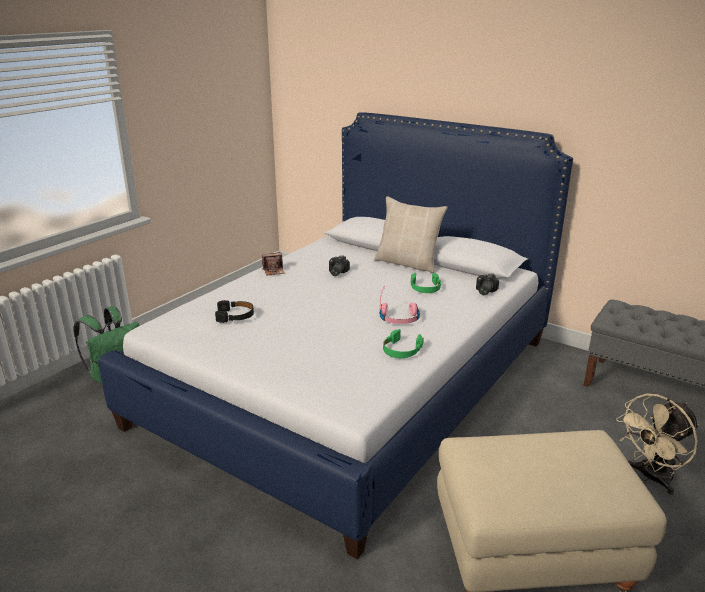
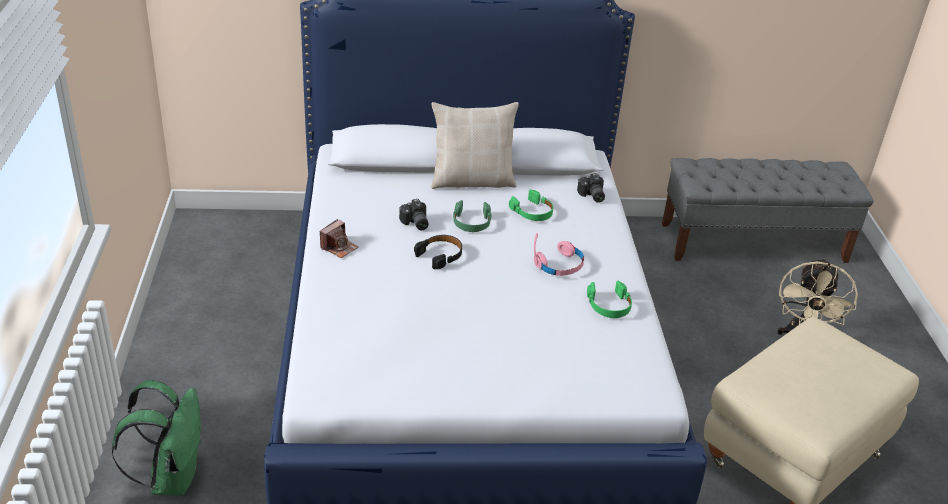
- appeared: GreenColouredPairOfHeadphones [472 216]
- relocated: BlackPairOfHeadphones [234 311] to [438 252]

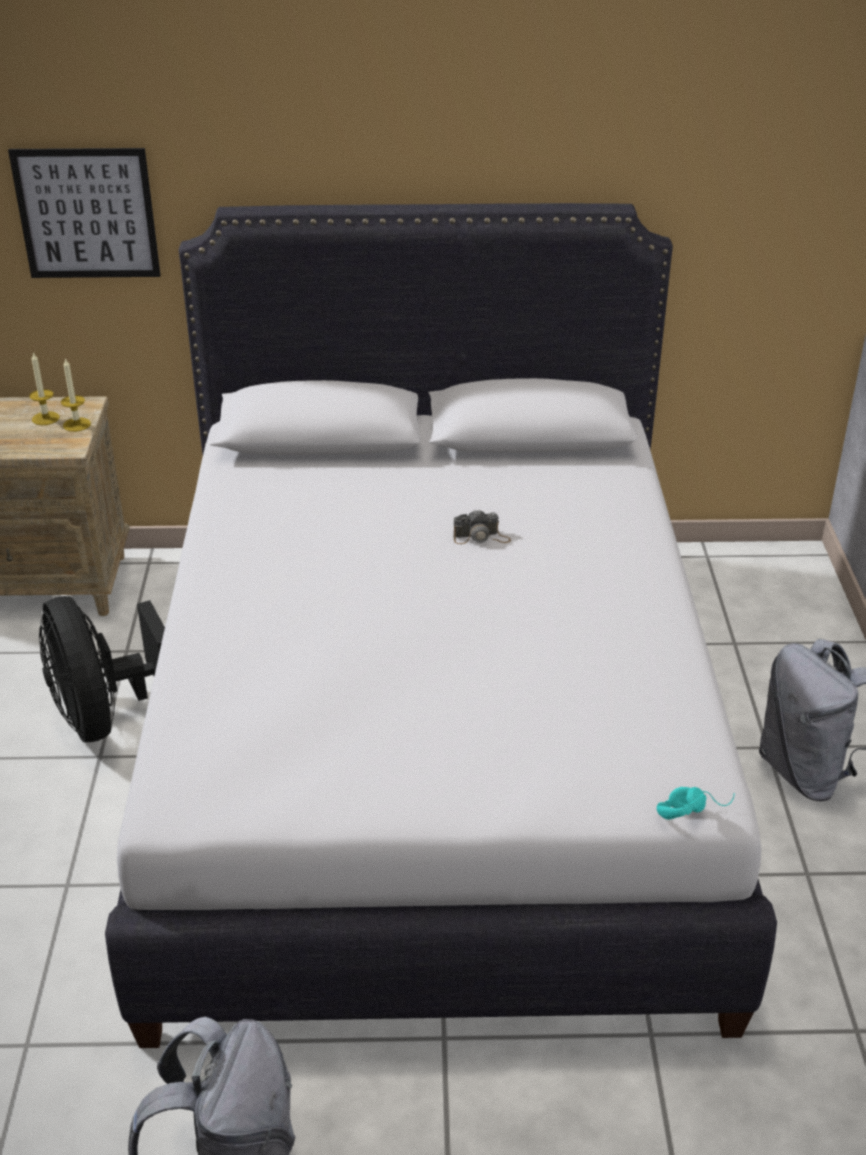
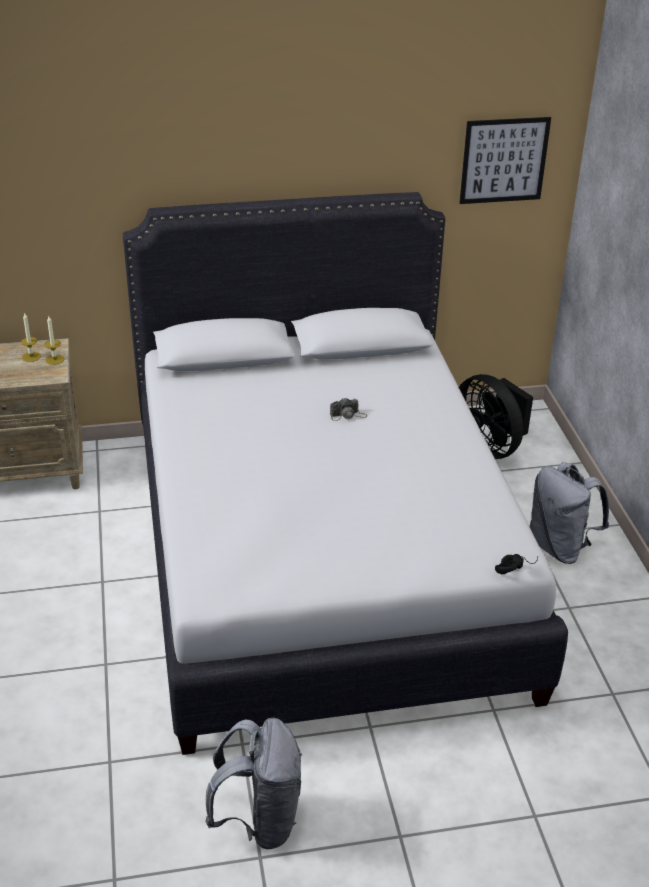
- relocated: WallPicture [84 213] to [505 160]
- relocated: BlackCoolingFan [102 669] to [496 416]
- colour: BlueGreenPairOfHeadphones [696 803] to BlackPairOfHeadphones [516 564]

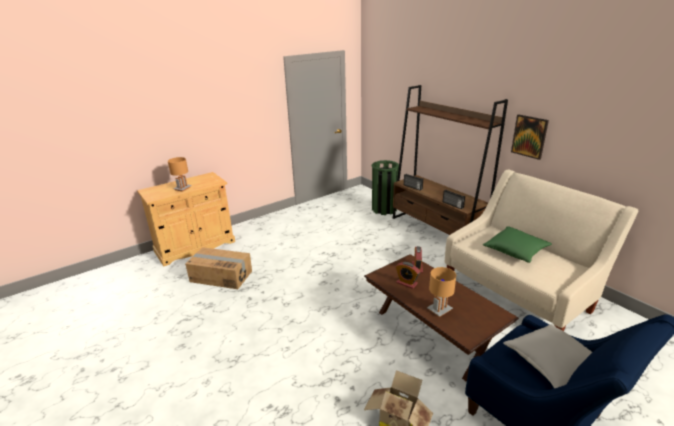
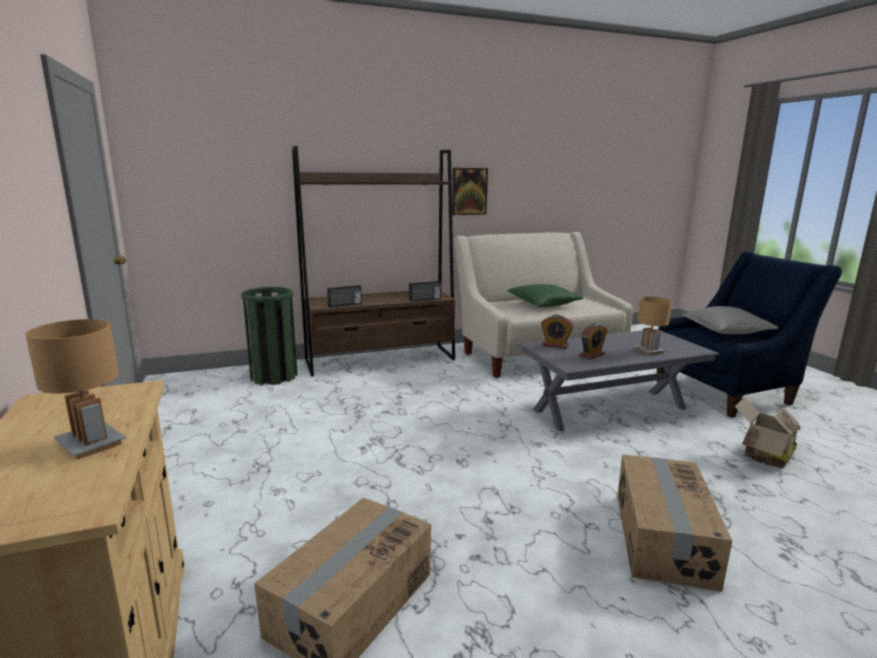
- appeared: Carton [674 523]
- colour: BrownColouredLoungeTable [441 317] to GreyLoungeTable [618 380]

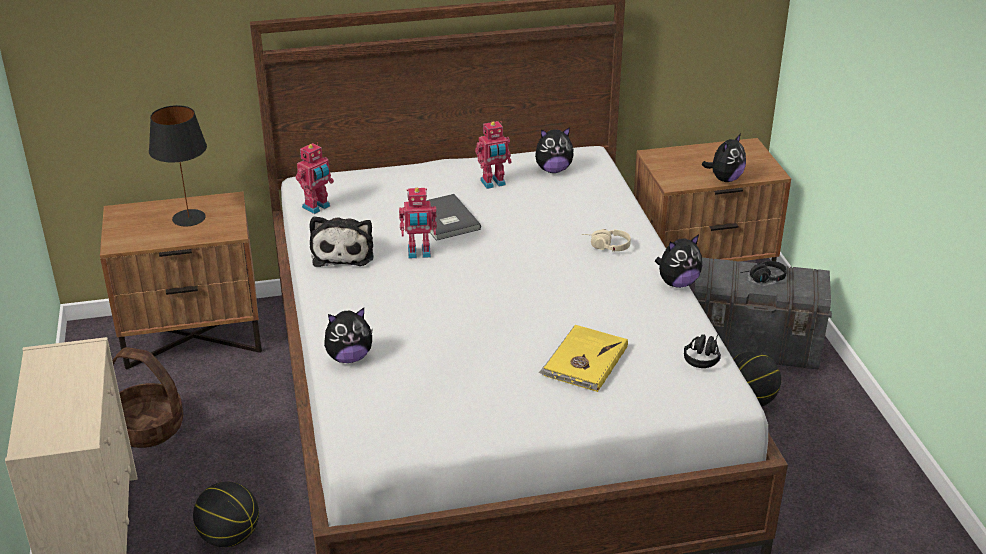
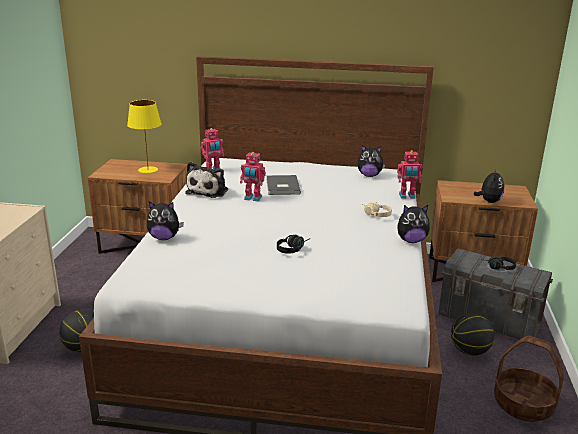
- missing: YellowBoundBook [583 358]
- relocated: StorageBasket [147 397] to [529 379]
- relocated: ToyRobot [493 155] to [409 175]
- relocated: BlackPairOfHeadphones [702 351] to [293 244]
- colour: BlackTabletopLamp [178 165] to YellowTabletopLamp [144 136]
- spun: SoftToy [724 158] = [489 185] 45 degrees counterclockwise

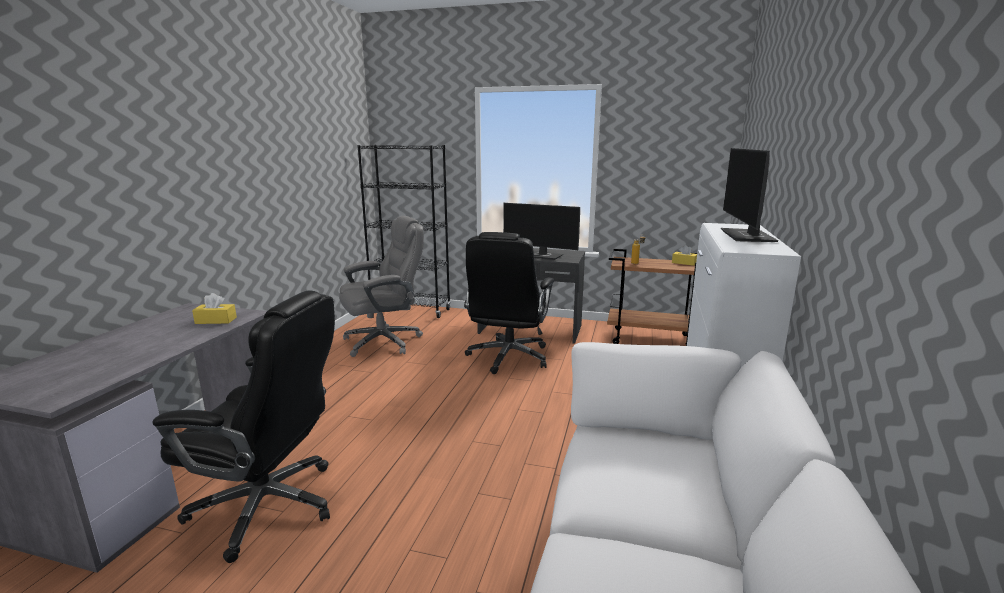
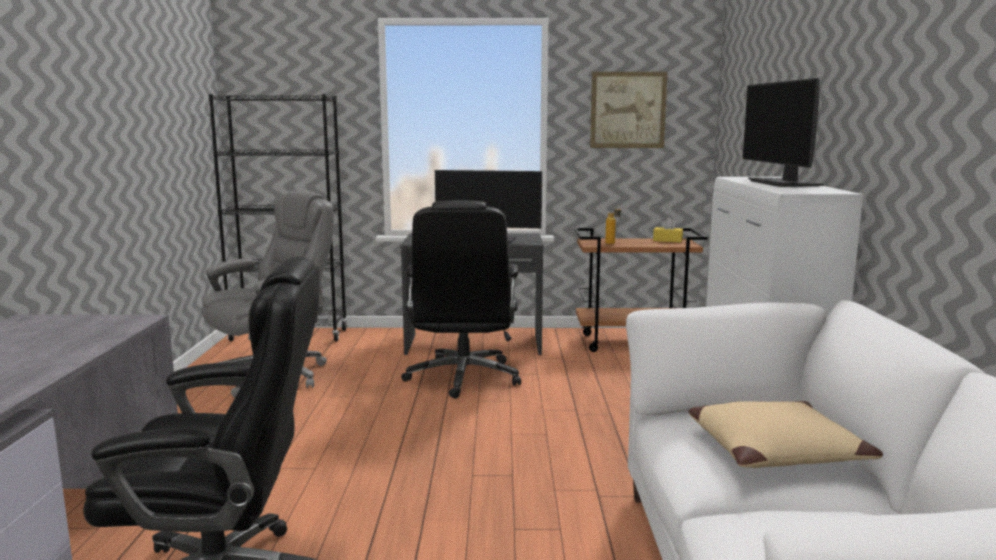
- missing: YellowTissueHolder [214 308]
- appeared: WallPicture [629 110]
- appeared: BeigeThrowPillow [785 434]

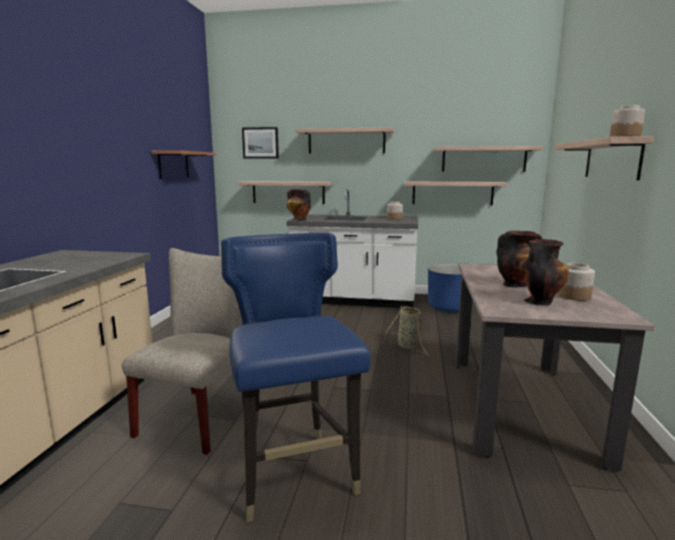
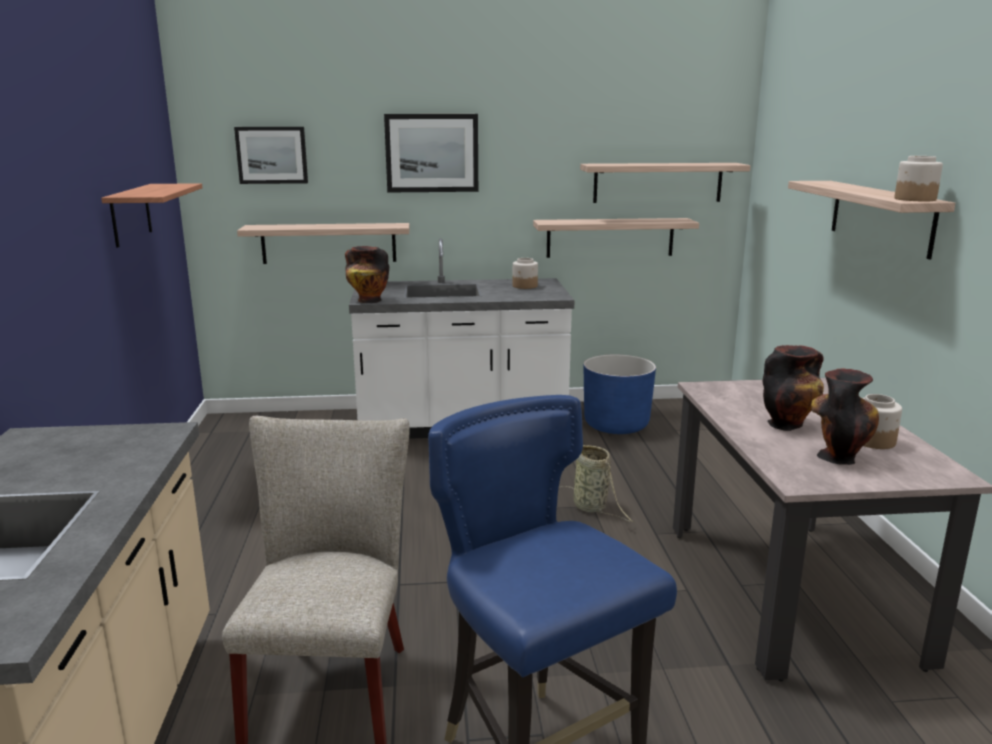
- exchanged: Shelf [344 140] to WallPicture [431 153]

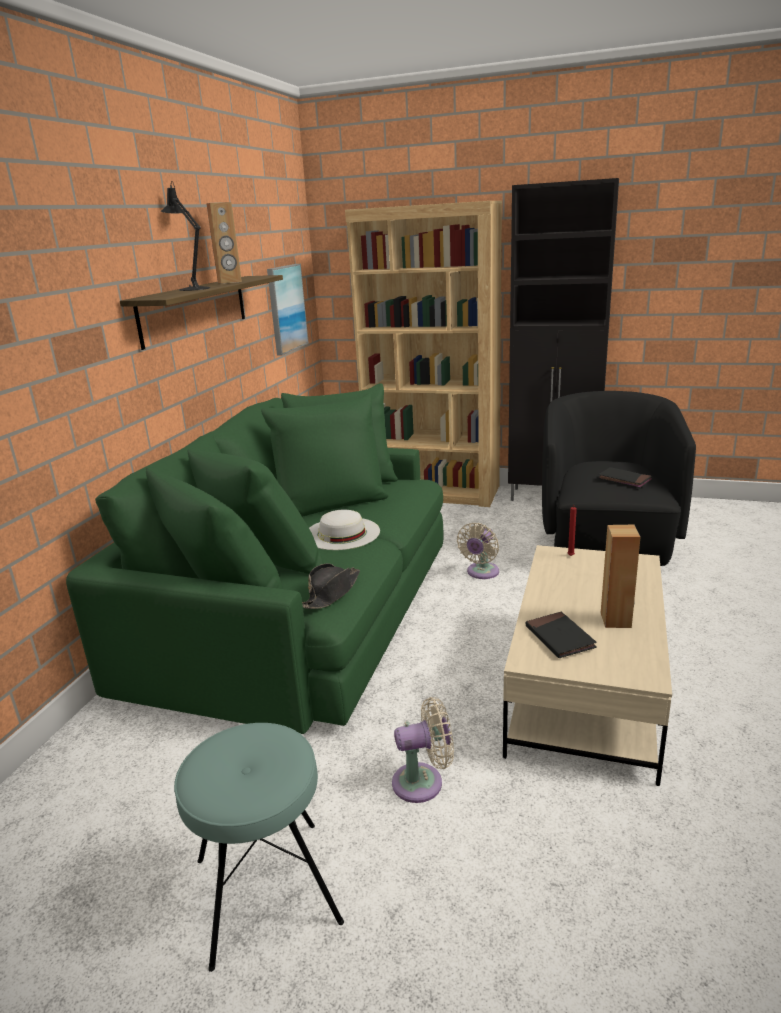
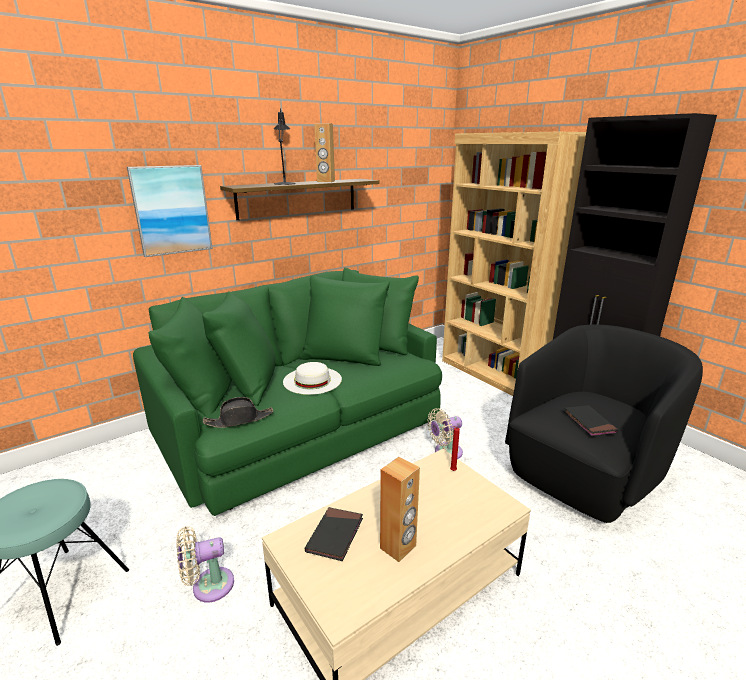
- relocated: WallPicture [288 310] to [170 211]
- spun: BeigeCoolingFan [423 750] = [205 564] 135 degrees clockwise

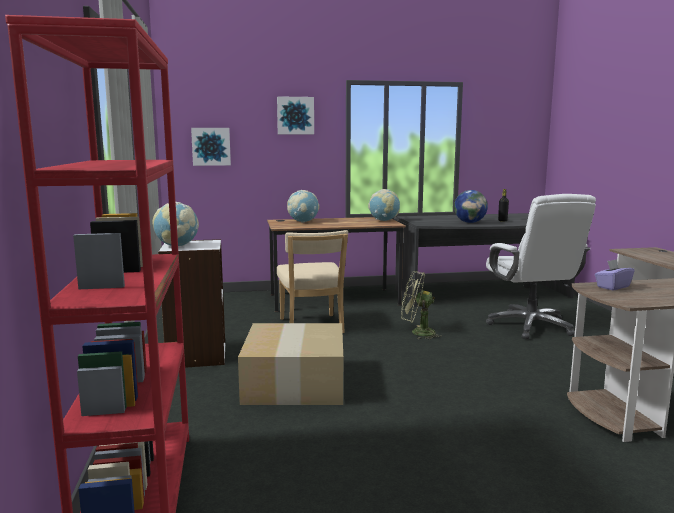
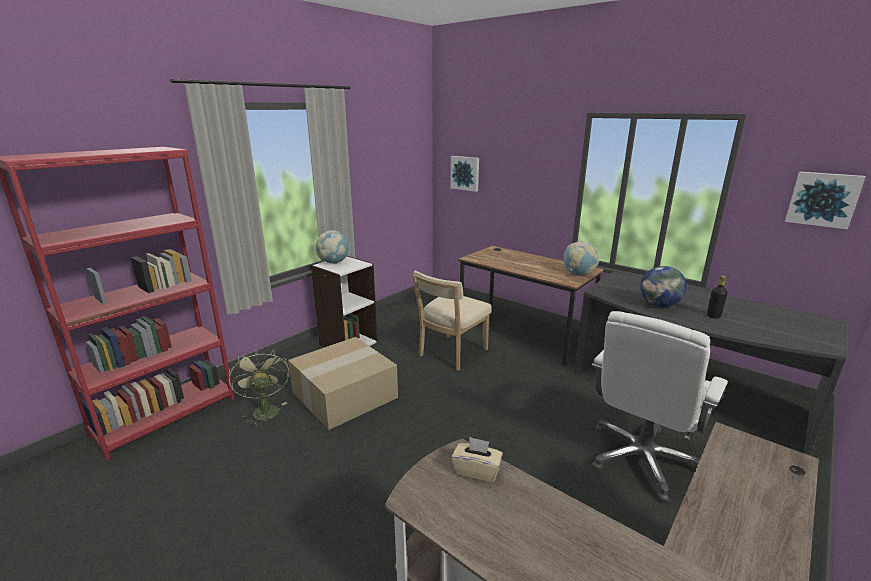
- missing: WorldGlobe [303 206]
- relocated: WallPicture [295 115] to [825 200]
- relocated: GreenColouredCoolingFan [421 305] to [259 388]
- colour: PurplishTissueHolder [615 274] to BeigeTissueHolder [477 460]

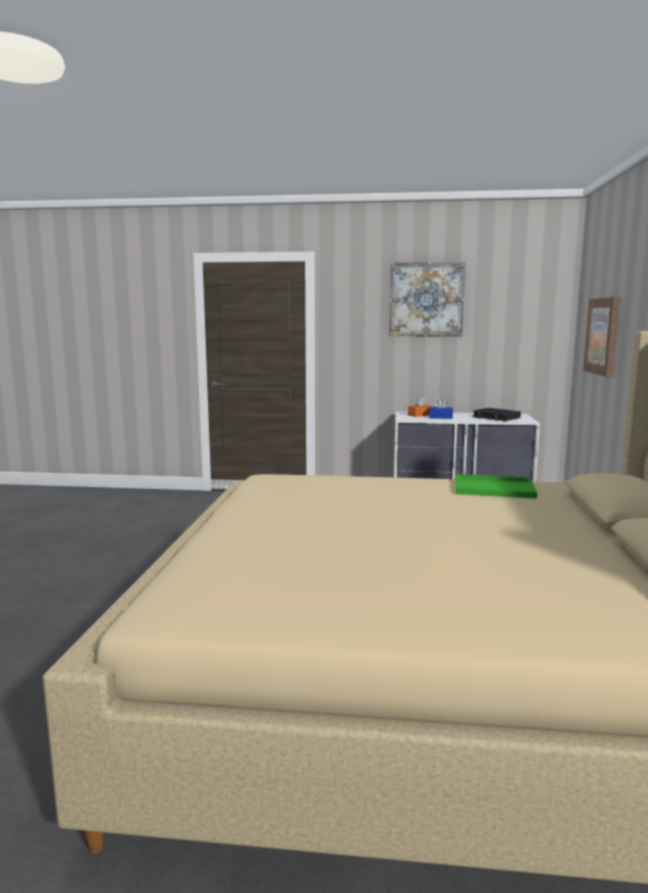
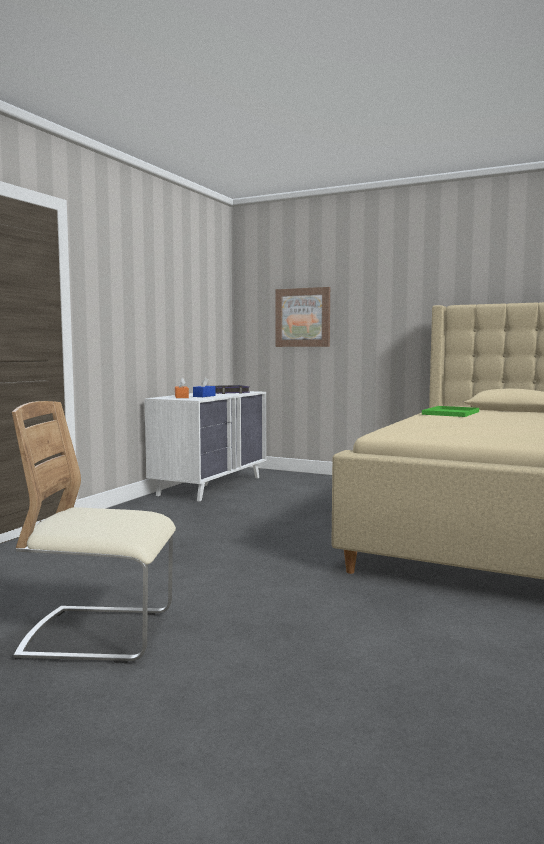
- missing: WallPicture [427 299]
- appeared: BeigePlainChair [94 532]

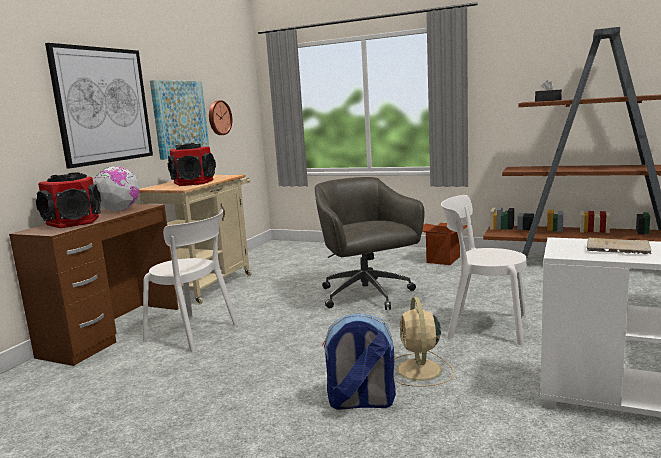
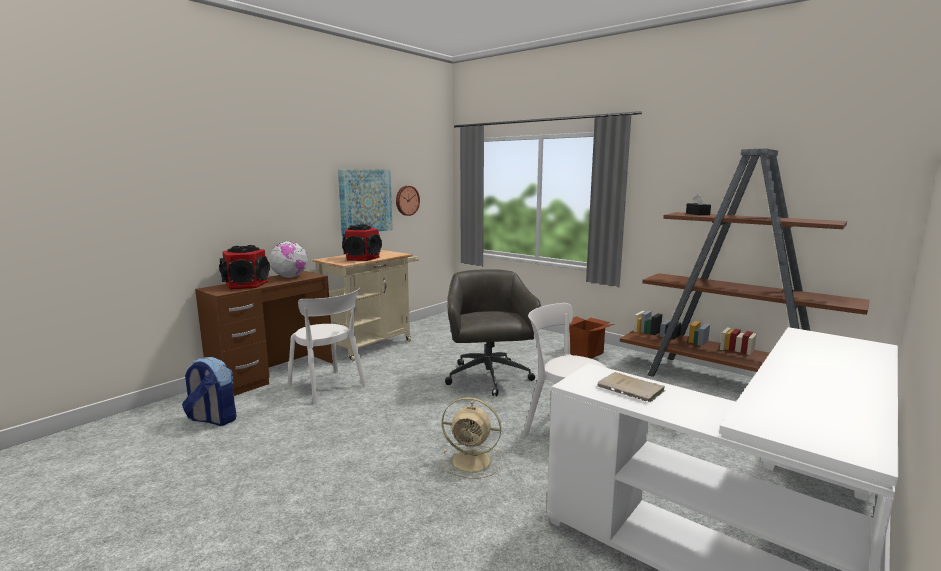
- missing: WallPicture [99 106]
- relocated: Rucksack [359 361] to [209 391]
- spun: BeigeCoolingFan [424 342] = [471 437] 90 degrees counterclockwise

